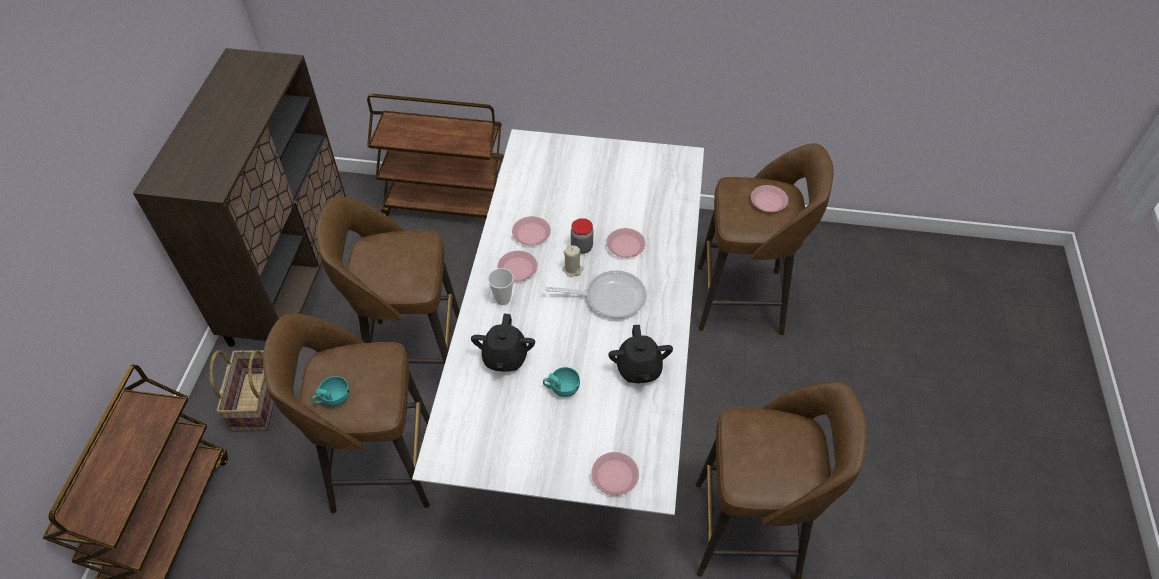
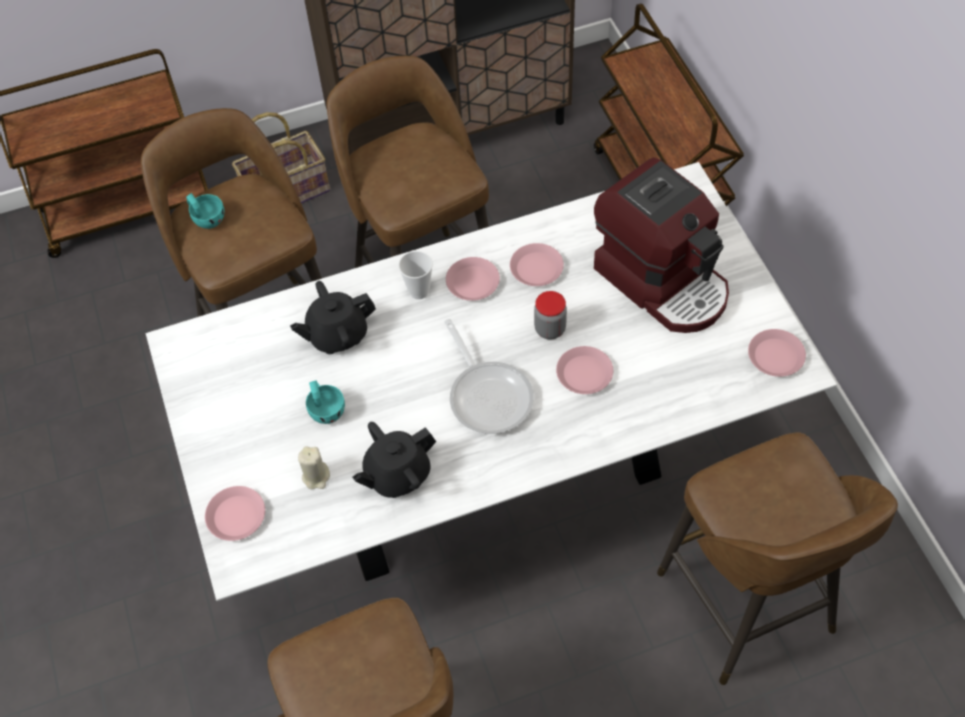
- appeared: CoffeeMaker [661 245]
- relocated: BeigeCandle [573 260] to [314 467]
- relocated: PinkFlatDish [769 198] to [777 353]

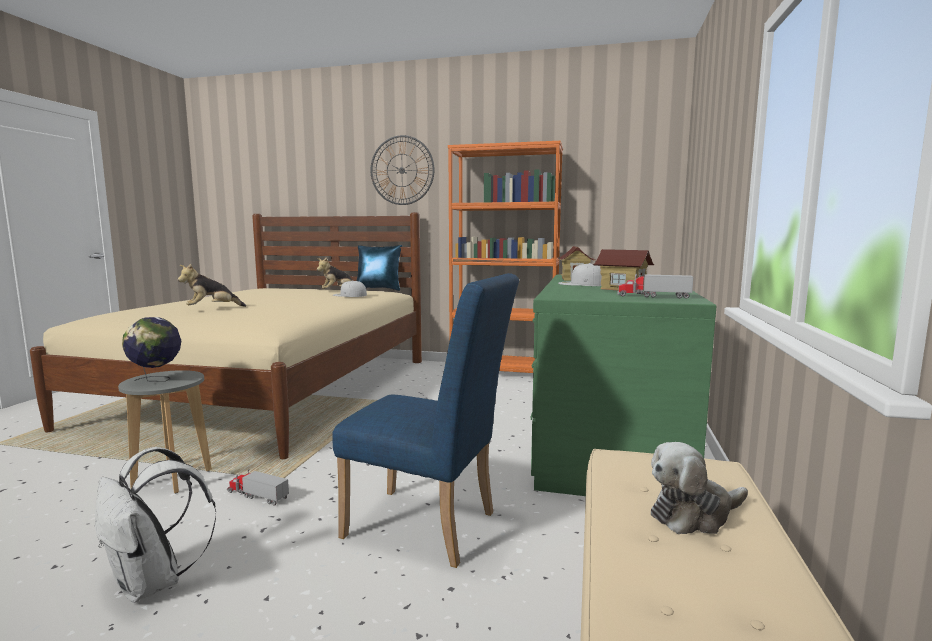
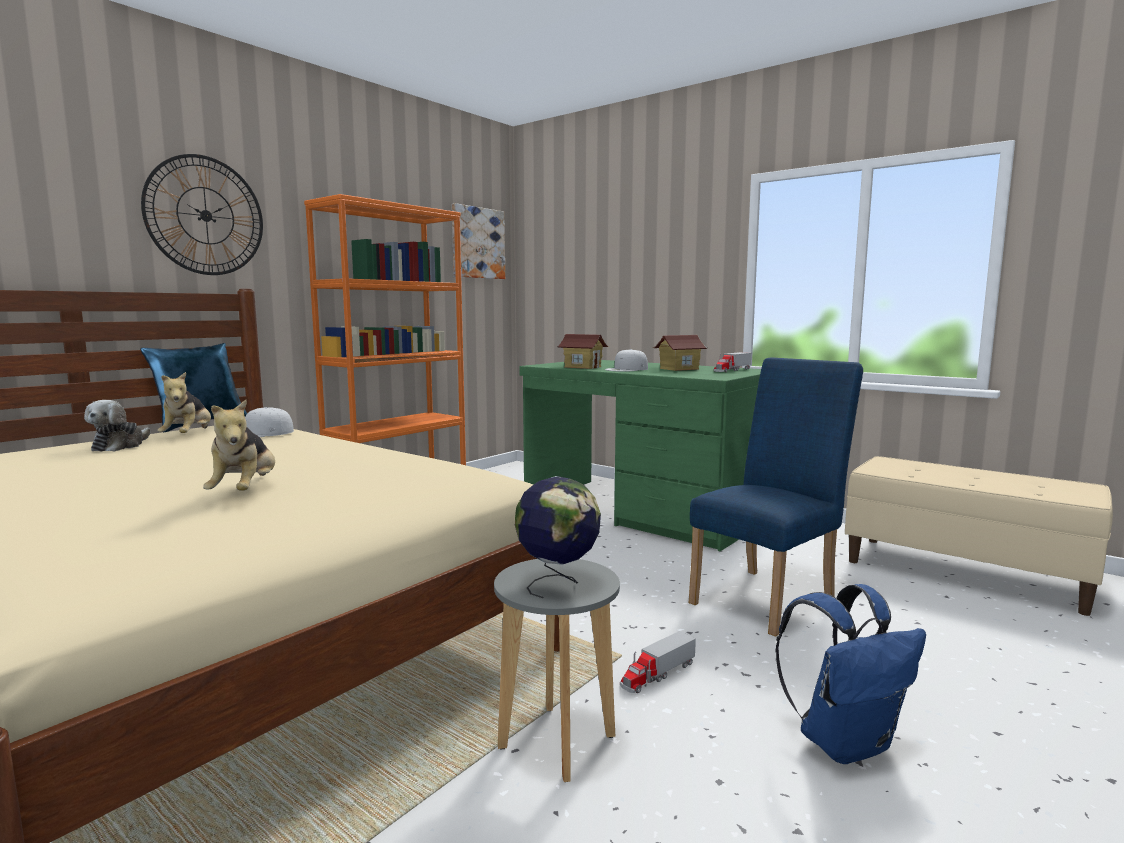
- appeared: WallPicture [478 241]
- relocated: SoftToy [699 488] to [117 426]
- colour: WhiteColouredRucksack [155 525] to BluishRucksack [850 674]

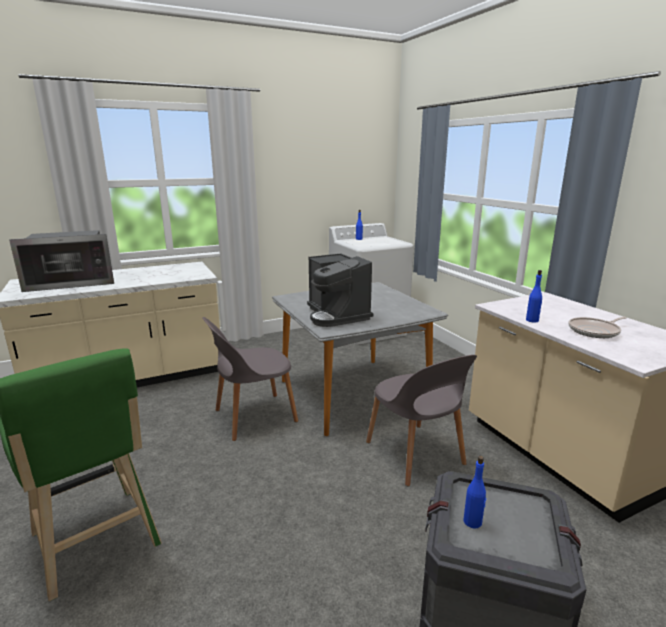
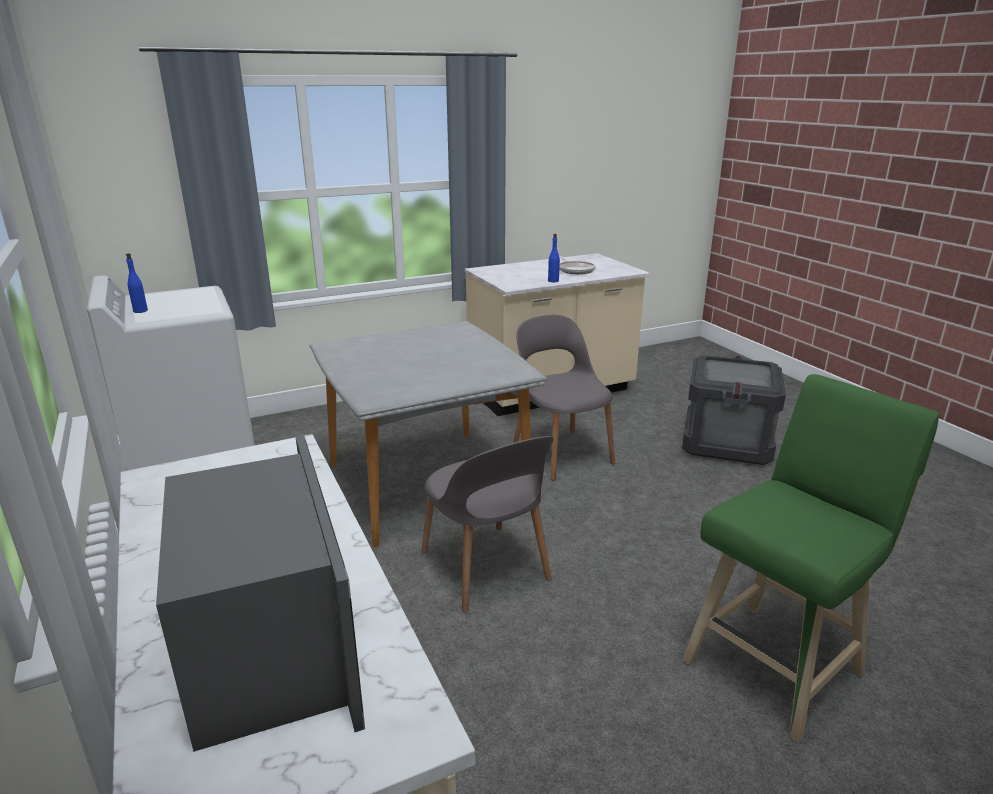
- missing: CoffeeMaker [340 290]
- missing: BluishBeverageBottle [475 492]
- spun: GreyPlainChair [421 420] = [564 398] 90 degrees counterclockwise

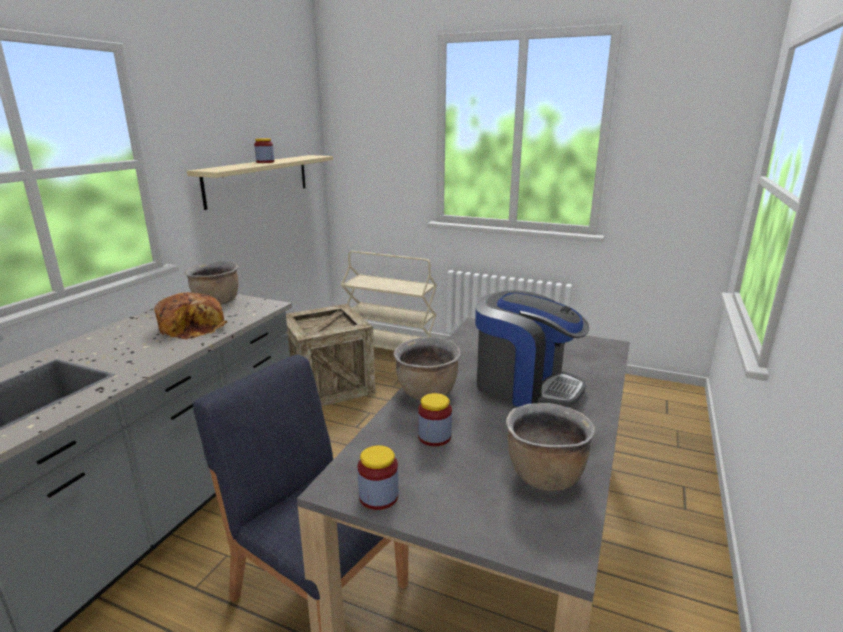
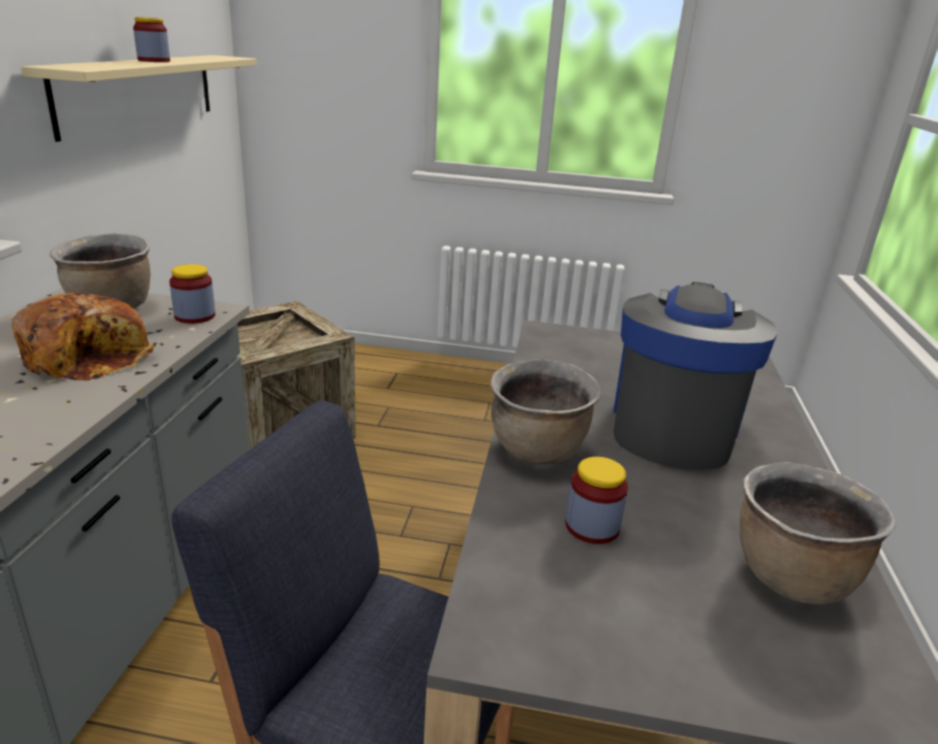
- missing: BeigeTrolley [389 300]
- relocated: StorageJar [378 477] to [192 294]
- spun: CoffeeMaker [532 348] = [695 376] 90 degrees counterclockwise

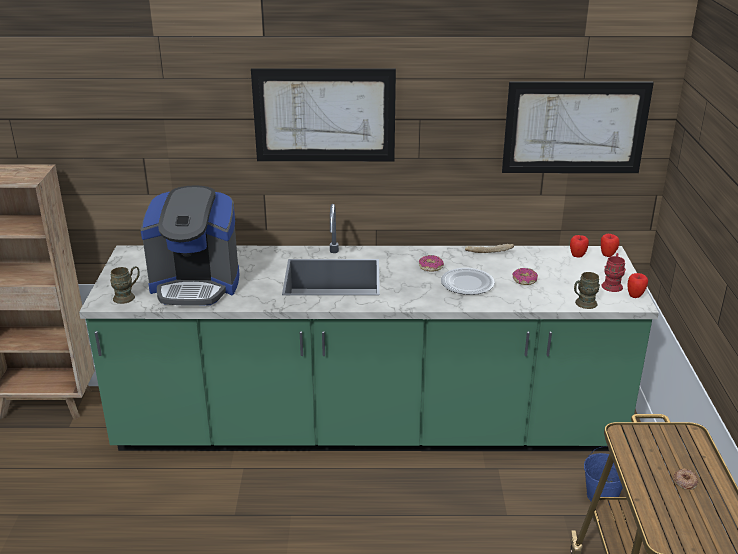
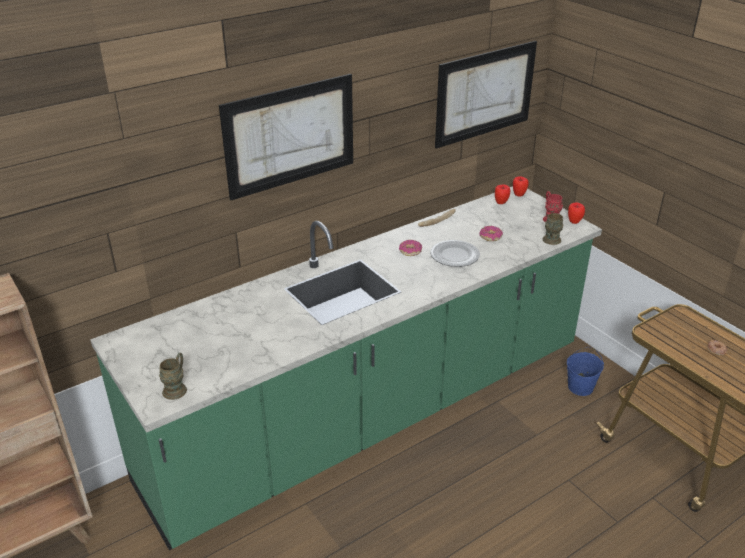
- missing: CoffeeMaker [190 245]

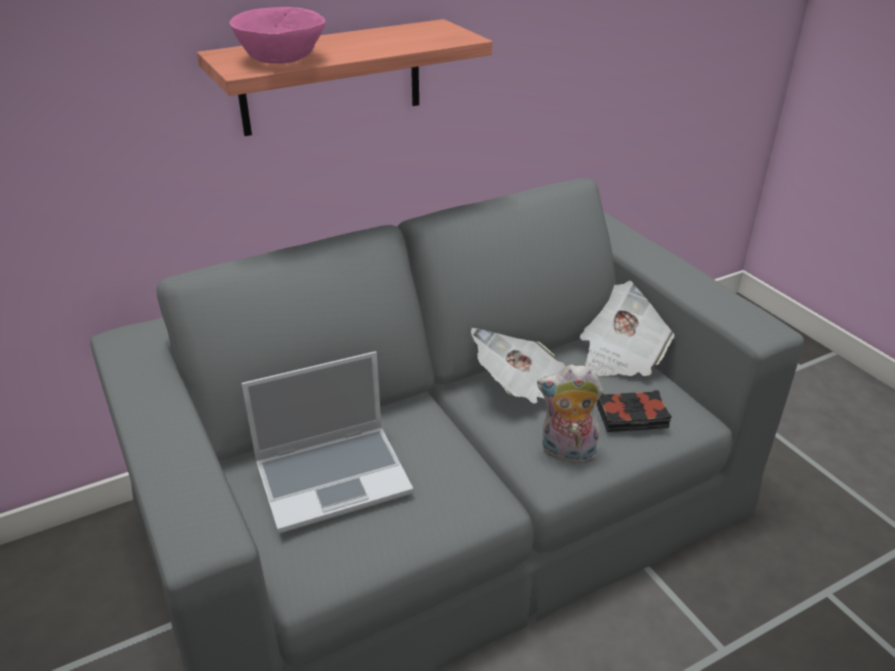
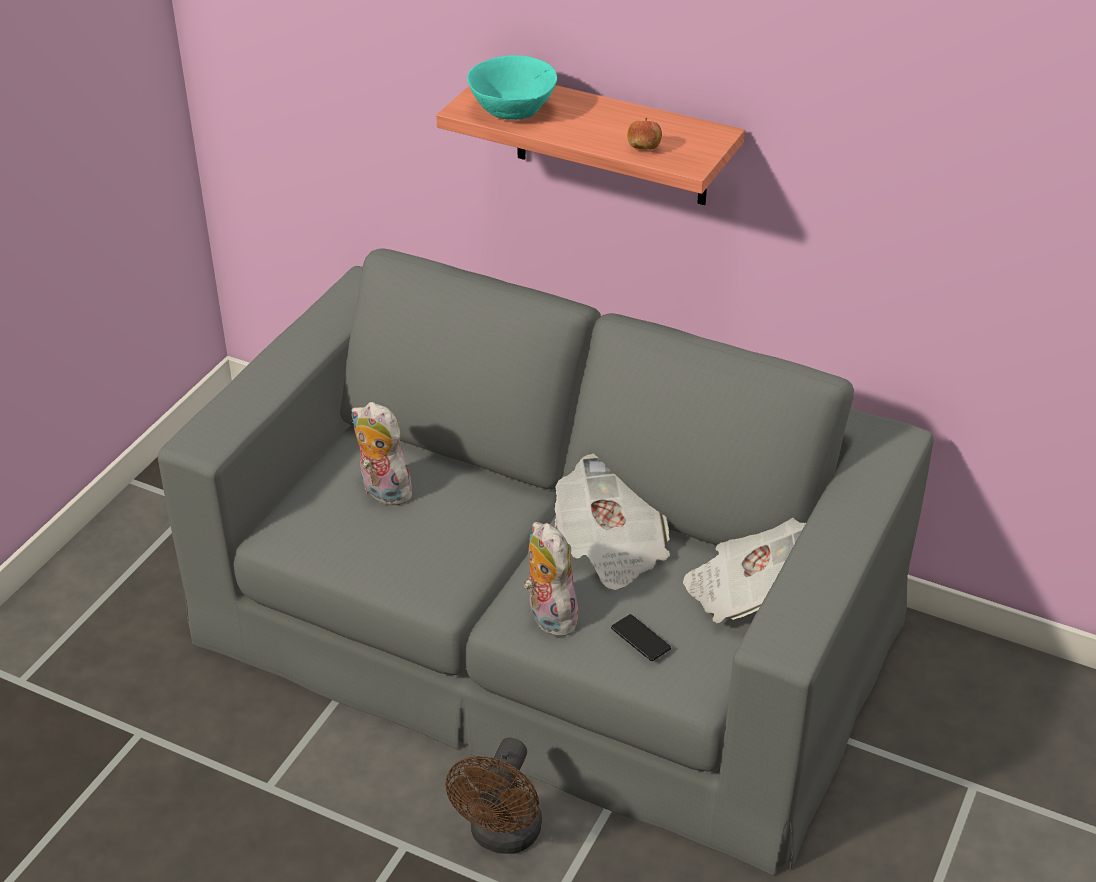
- appeared: BrownColouredCoolingFan [493 795]
- appeared: AppleFruit [644 134]
- exchanged: NotebookComputer [328 442] to SoftToy [383 454]
- exchanged: BlackBoundBook [634 411] to Phone [641 637]
- colour: PinkServingBowl [277 35] to BlueGreenServingBowl [512 87]

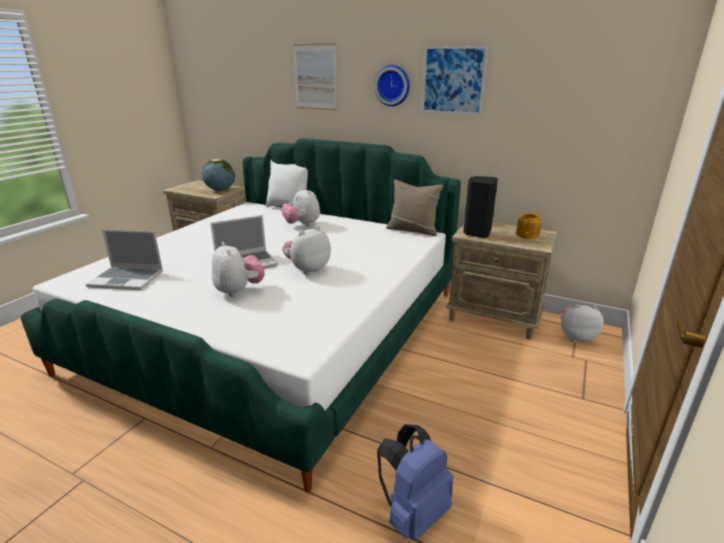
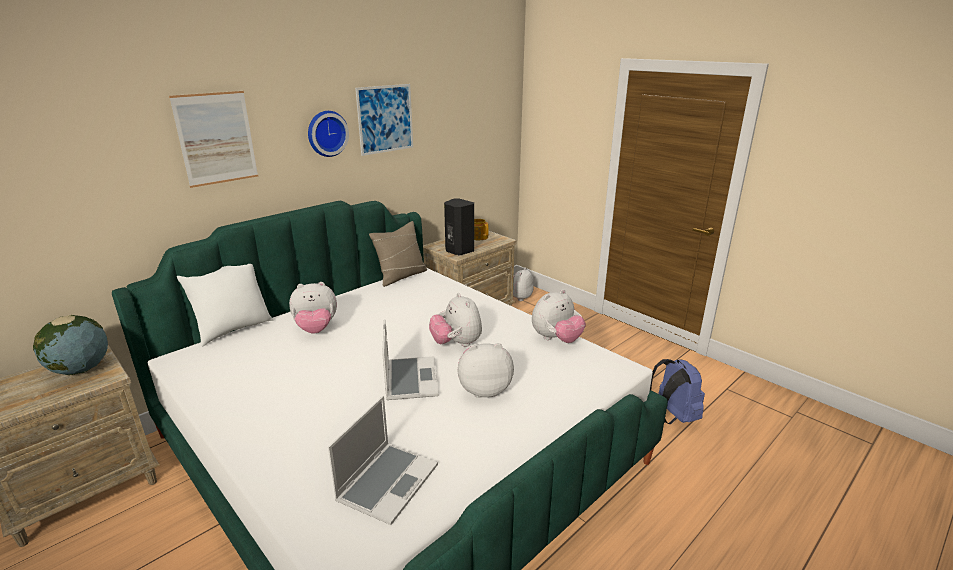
- appeared: SoftToy [559 316]

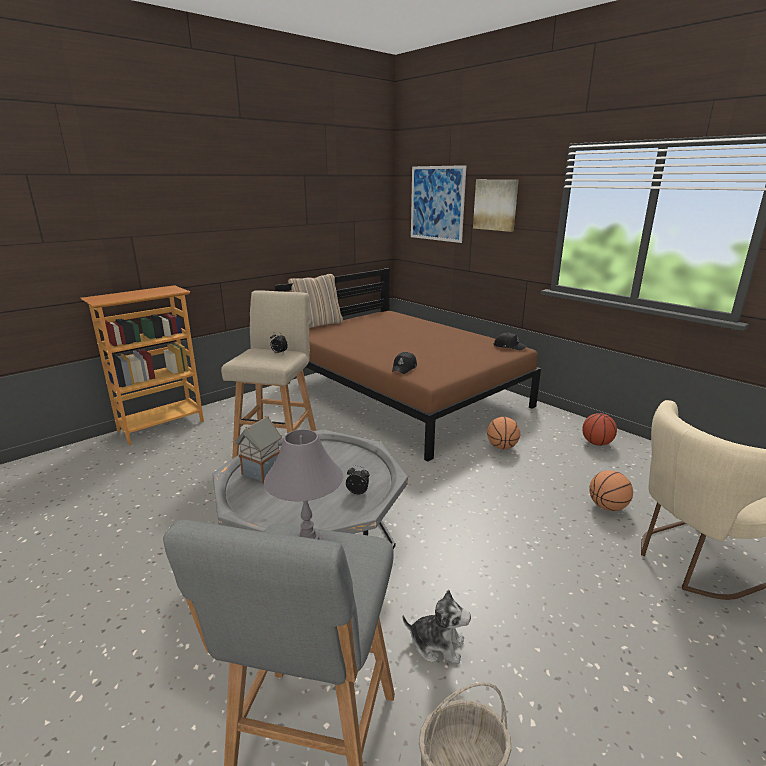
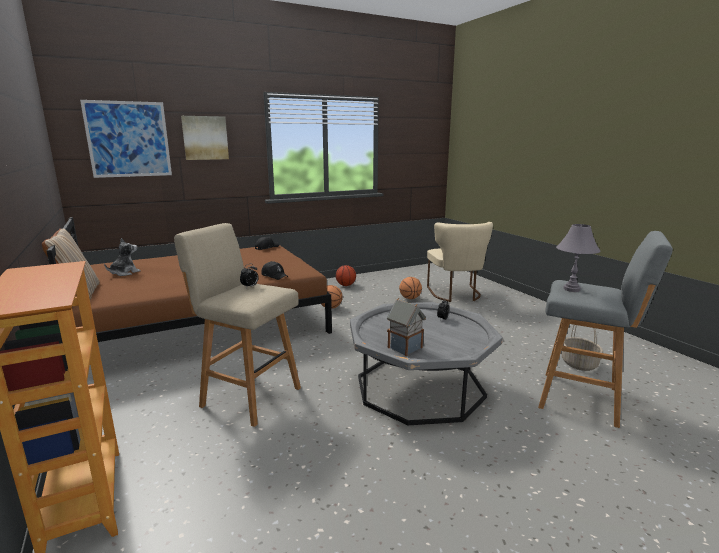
- relocated: SoftToy [437 627] to [122 257]

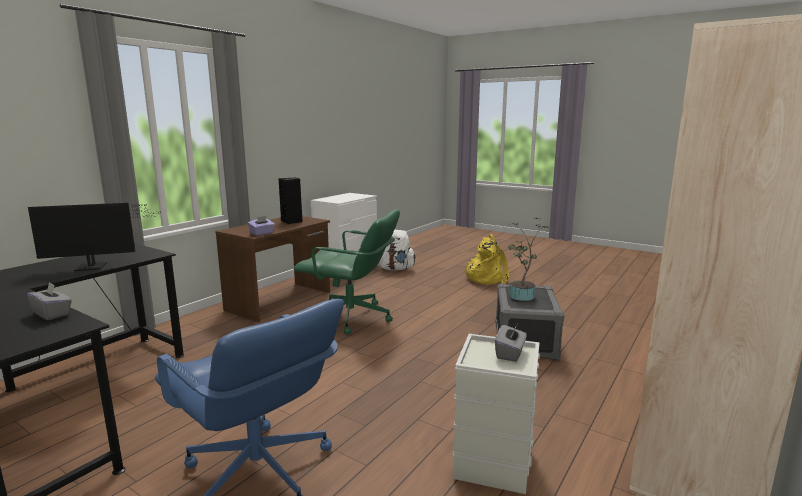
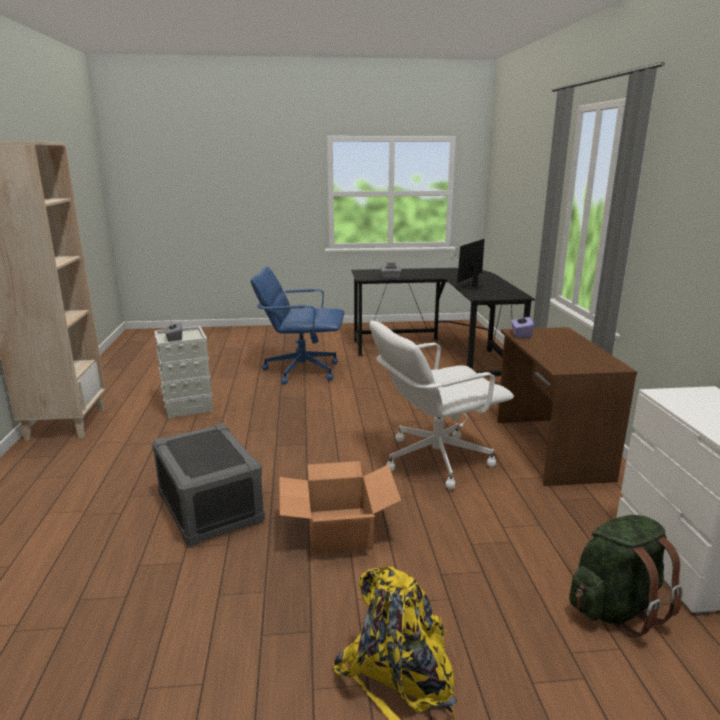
- missing: BlackLoudspeaker [290 201]
- missing: PlantInAPot [528 259]
- appeared: Carton [340 507]
- colour: GreenColouredOfficeChair [347 272] to WhiteColouredOfficeChair [442 405]
- colour: WhiteColouredRucksack [396 250] to GreenColouredRucksack [626 576]

